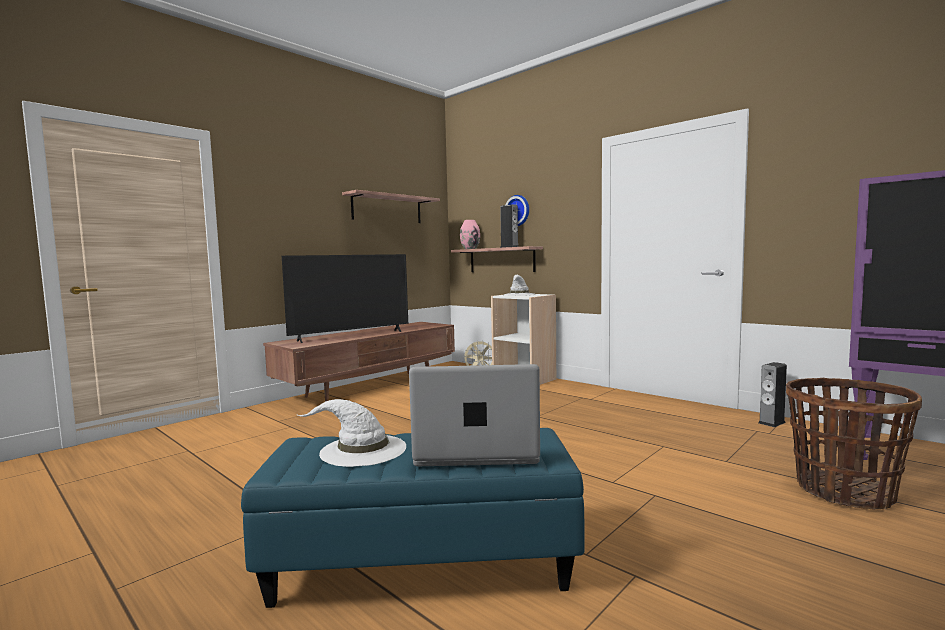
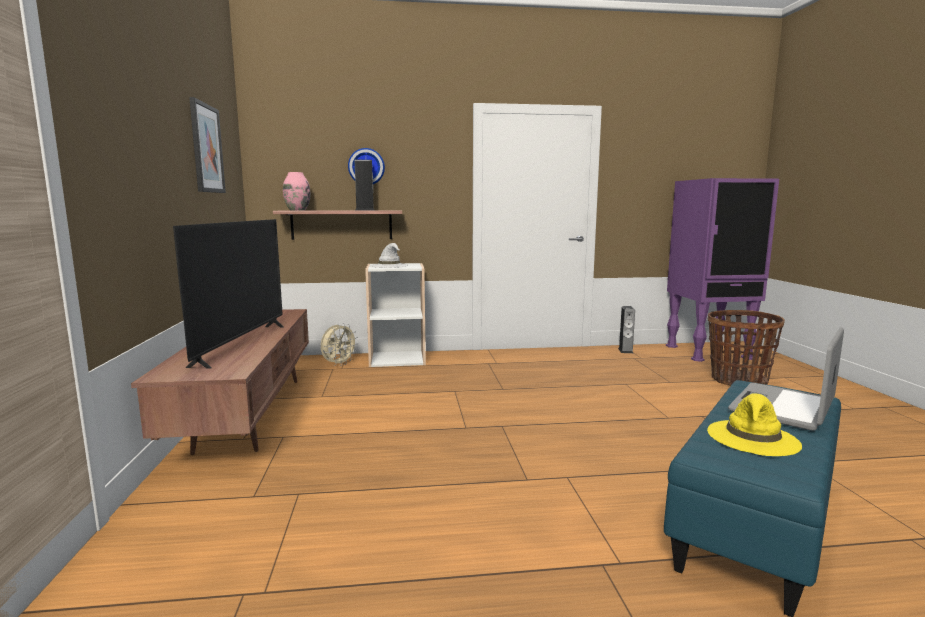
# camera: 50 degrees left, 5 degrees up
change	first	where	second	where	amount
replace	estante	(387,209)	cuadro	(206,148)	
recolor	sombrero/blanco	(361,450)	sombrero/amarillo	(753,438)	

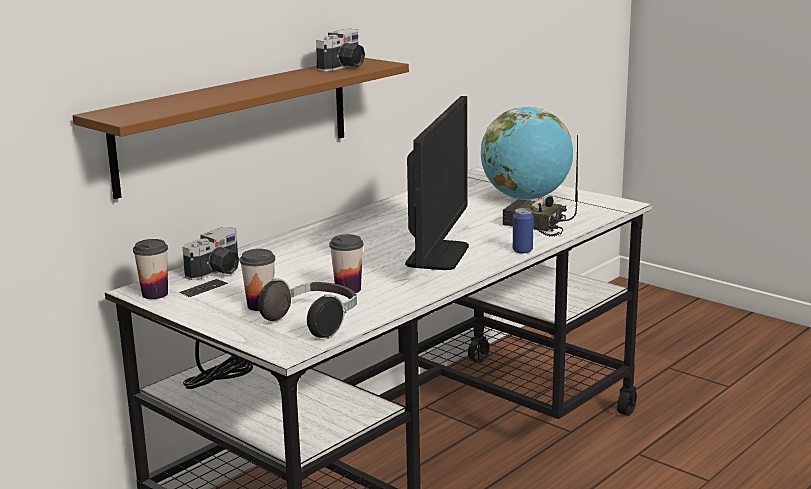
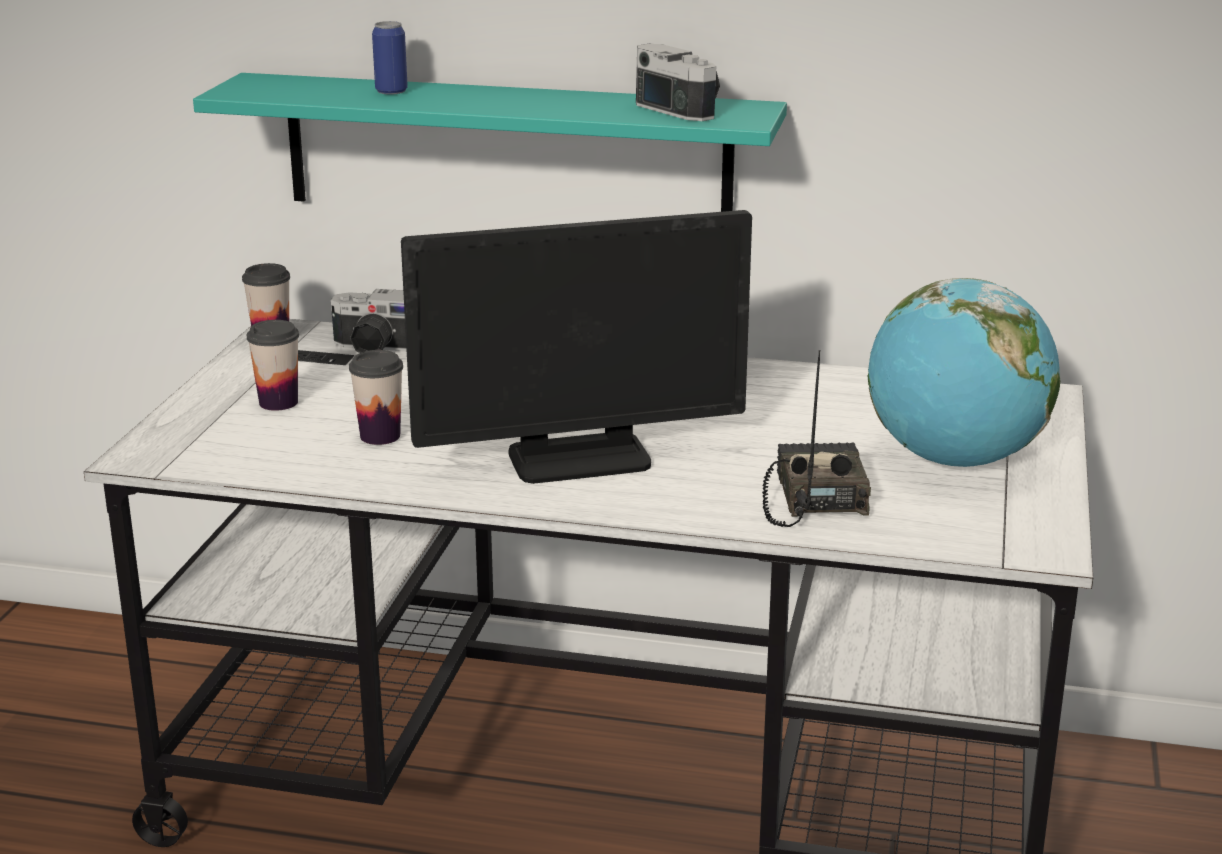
# camera: 60 degrees right, 5 degrees up
change	first	where	second	where	amount
rotate	cámara	(344,67)		(684,108)	135 degrees counterclockwise
recolor	estante/marrón	(235,124)	estante/turquesa	(506,151)	
move	lata	(522,250)		(391,91)	
delete	auriculares	(314,322)			

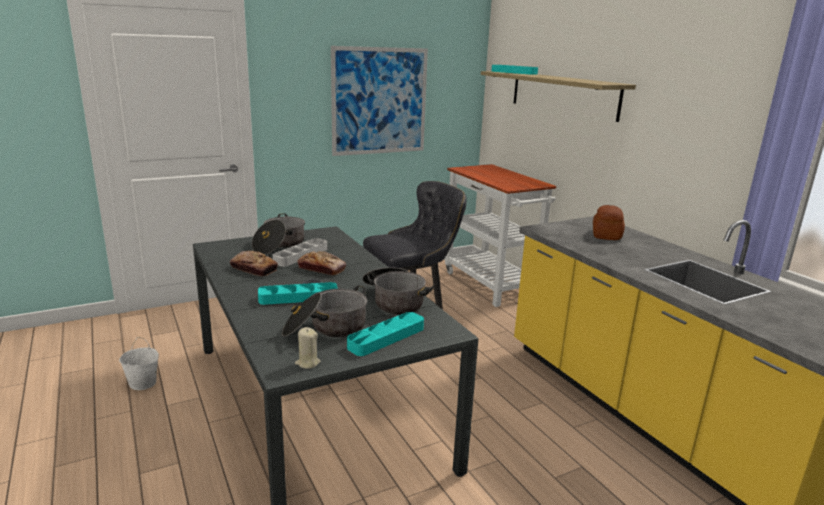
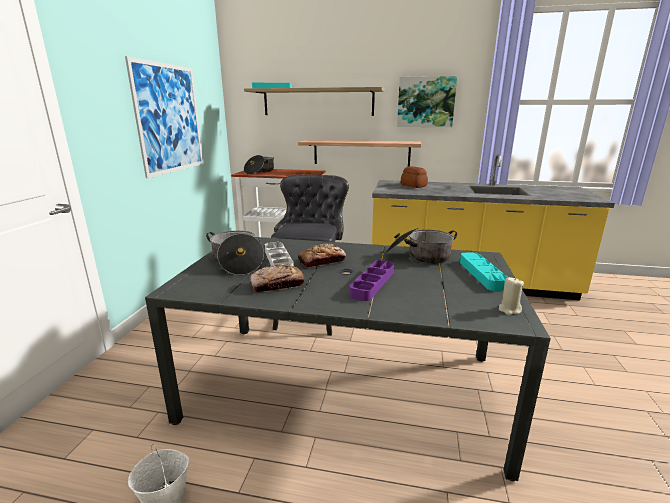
# camera: 50 degrees left, 0 degrees up
change	first	where	second	where	amount
recolor	bandeja/turquesa	(298,297)	bandeja/morado	(372,283)	
move	olla	(325,328)		(259,172)	
insert			cuadro	(426,102)	
insert			estante	(361,153)	

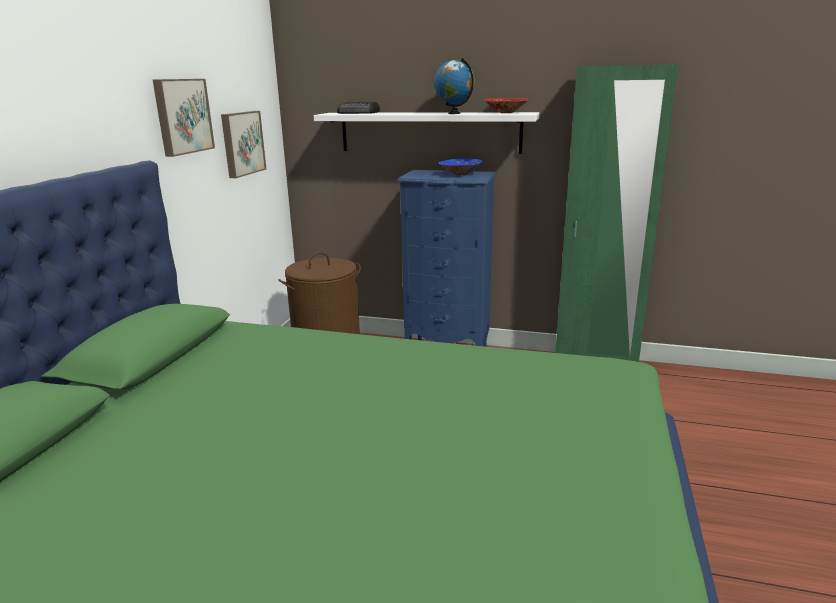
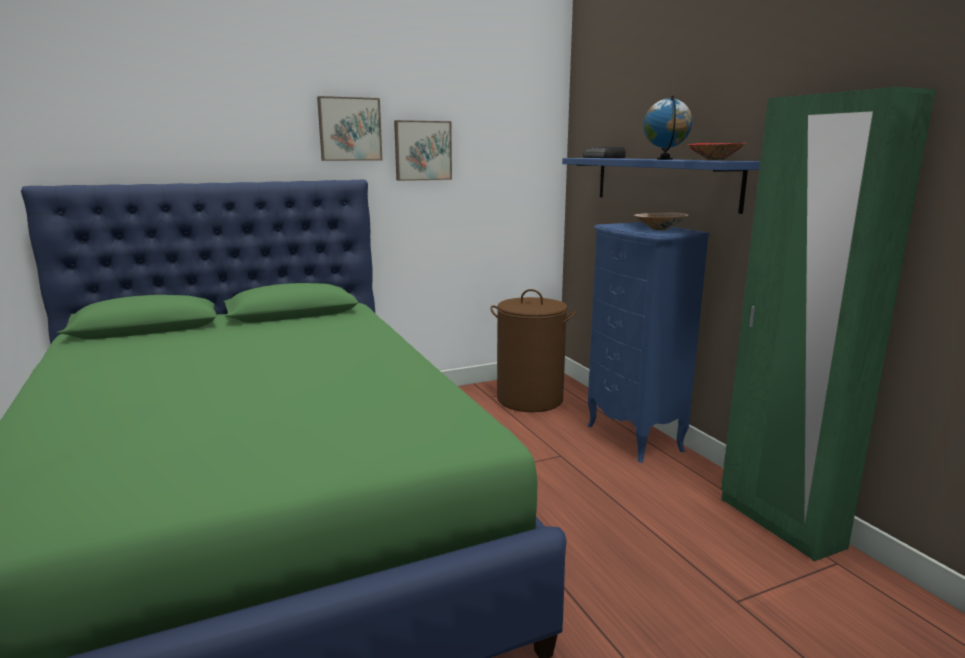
# camera: 50 degrees right, 5 degrees down
change	first	where	second	where	amount
move	cuadro	(241,143)		(349,129)	
recolor	estante/blanco	(429,132)	estante/azul	(663,182)	
recolor	cuenco/azul	(460,174)	cuenco/beis	(658,229)	

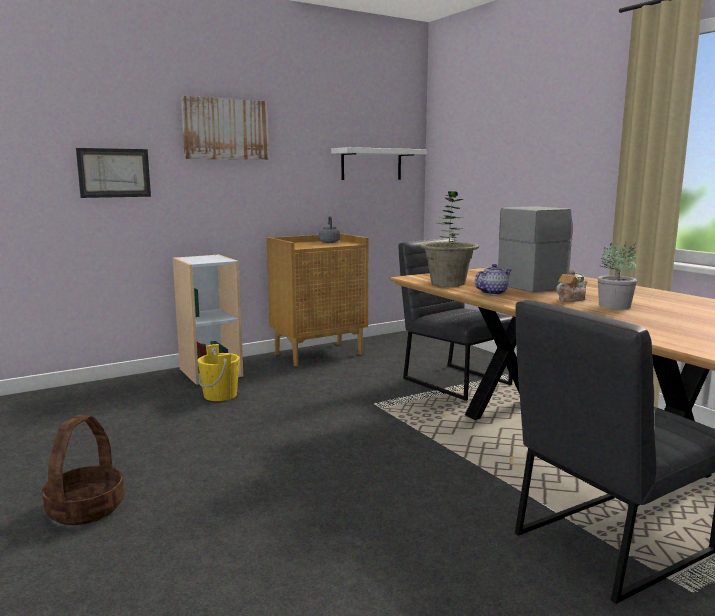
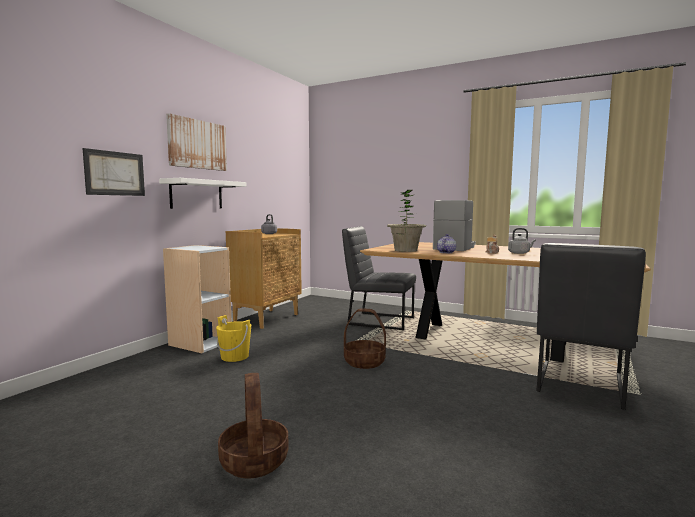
# camera: 30 degrees left, 5 degrees down
change	first	where	second	where	amount
move	estante/blanco	(371,164)		(196,194)	
replace	planta en maceta	(615,305)	hervidor/gris	(520,253)	
insert			cesta	(364,362)	

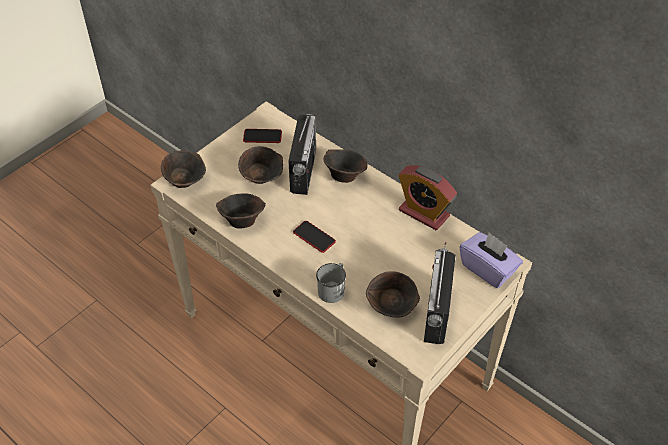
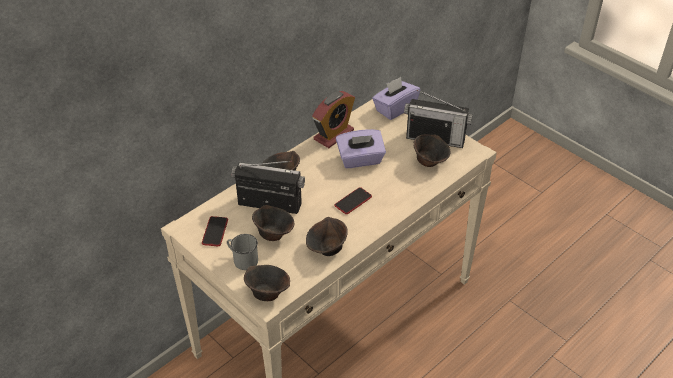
# camera: 85 degrees left, 5 degrees down
change	first	where	second	where	amount
move	taza grande/gris	(333,289)		(242,259)	
insert			caja de pañuelos/morado	(360,160)	

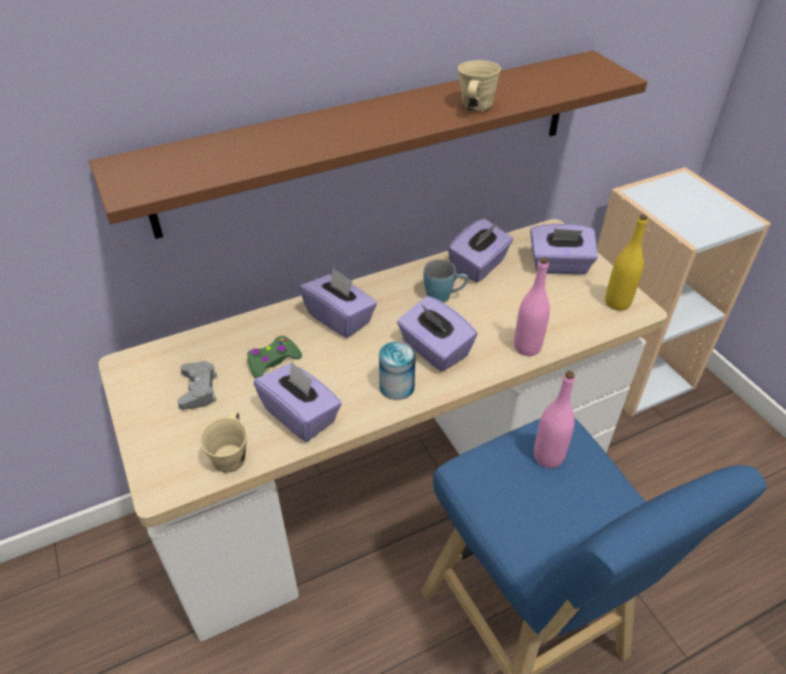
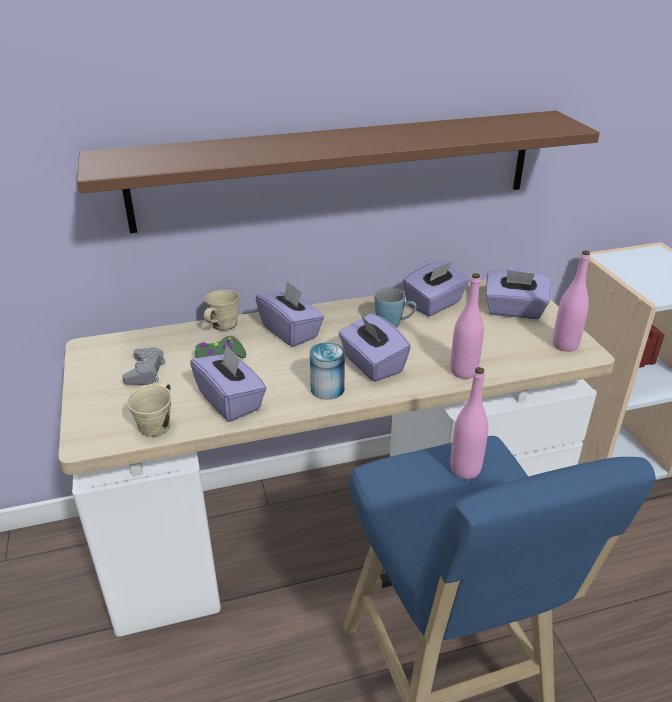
# camera: 10 degrees right, 10 degrees down
change	first	where	second	where	amount
move	taza grande/beis	(475,107)		(223,326)	
recolor	botella/amarillo	(617,303)	botella/rosa	(565,345)	

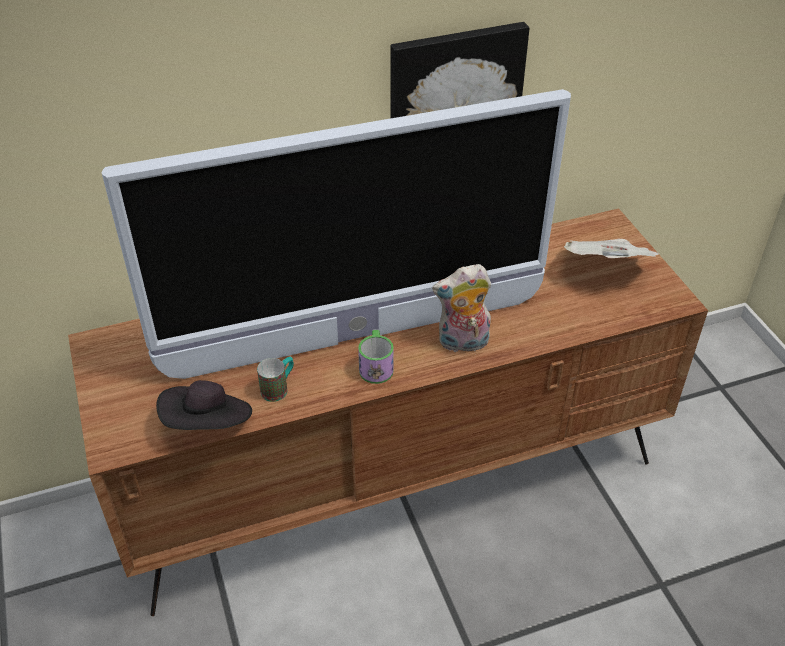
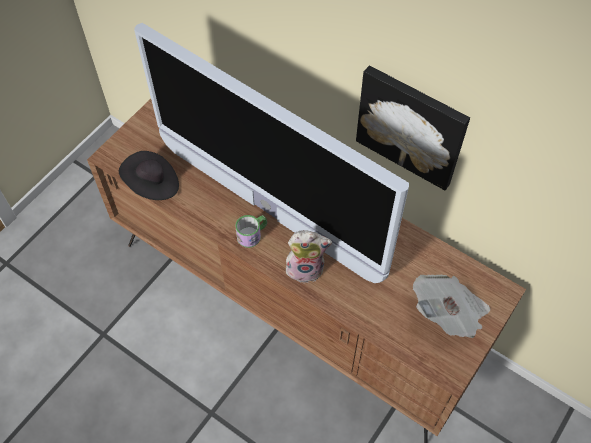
# camera: 55 degrees right, 15 degrees up
change	first	where	second	where	amount
rotate	peluche	(462,343)		(306,268)	135 degrees clockwise
delete	taza grande	(279,388)			

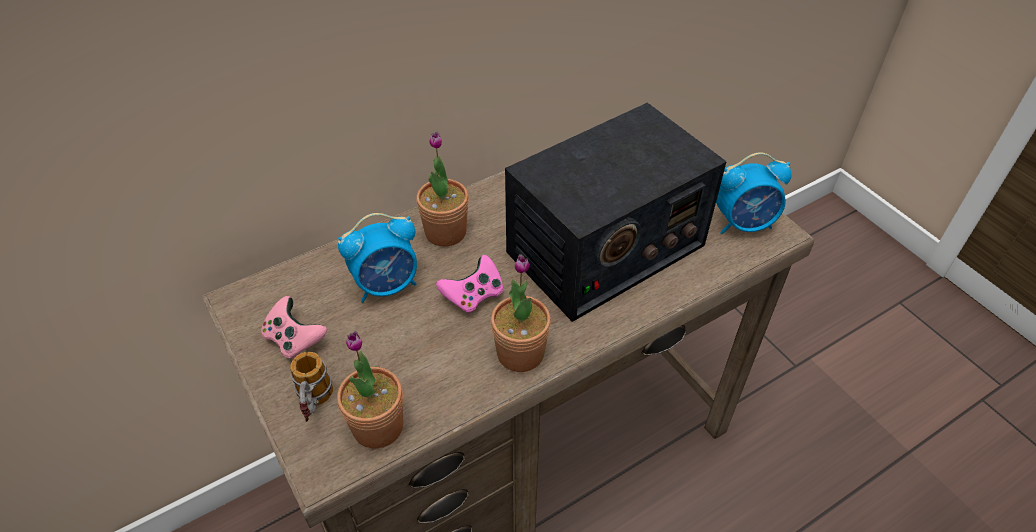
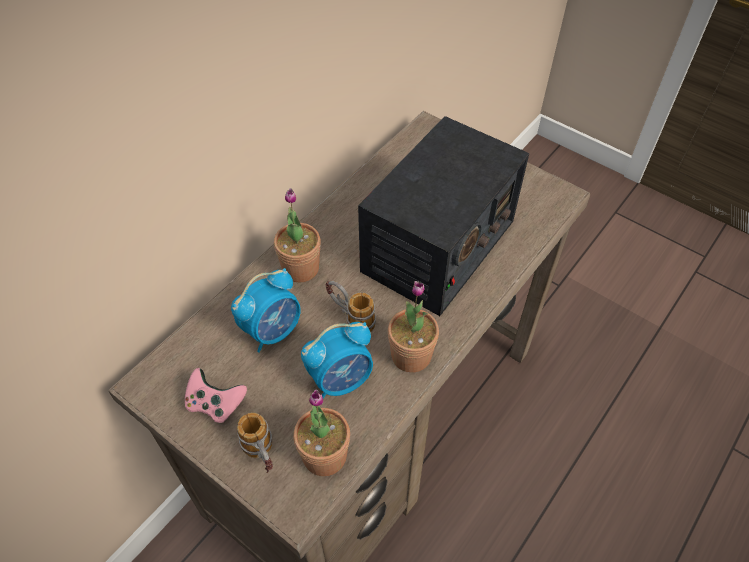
# camera: 20 degrees left, 5 degrees up
change	first	where	second	where	amount
move	despertador	(744,224)		(341,379)	
replace	mando de consola/rosa	(473,296)	taza grande	(350,318)	

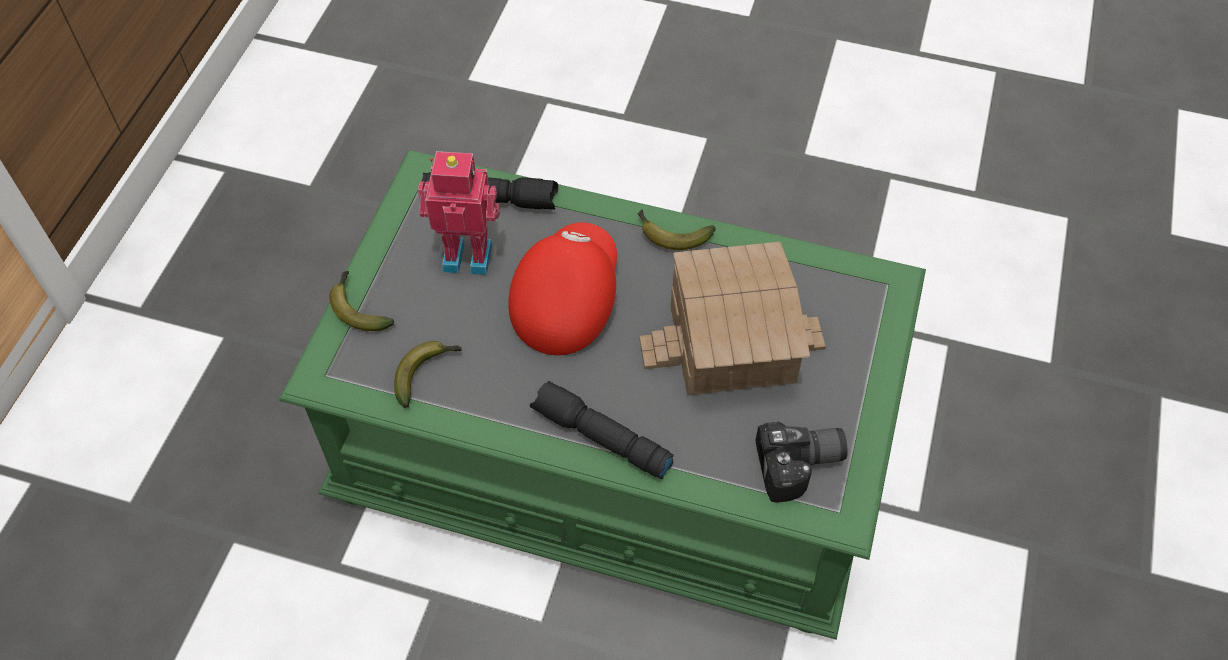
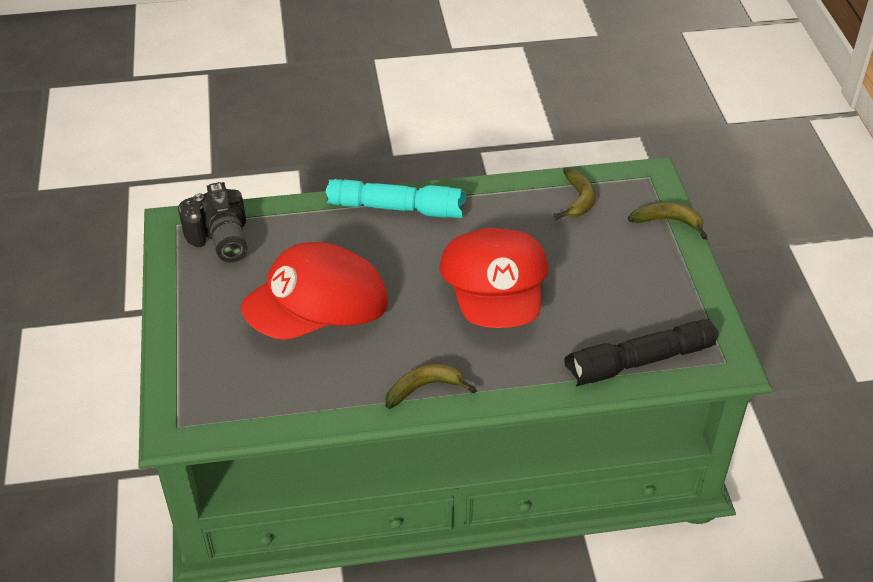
# camera: 155 degrees right, 10 degrees down
change	first	where	second	where	amount
delete	robot de juguete	(468,254)			
replace	casita	(731,341)	gorra/rojo	(320,316)	
recolor	linterna/negro	(600,438)	linterna/turquesa	(397,208)	
rotate	cámara	(800,467)		(218,242)	75 degrees counterclockwise

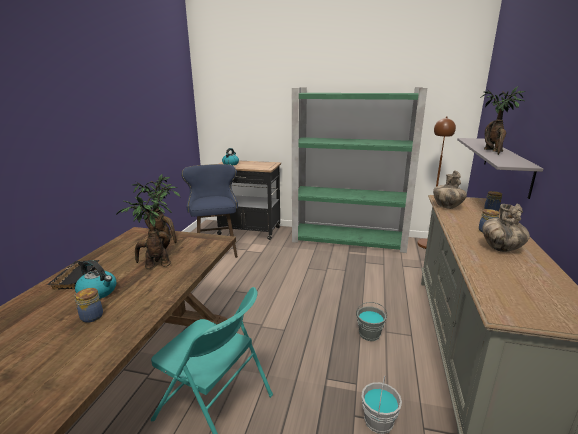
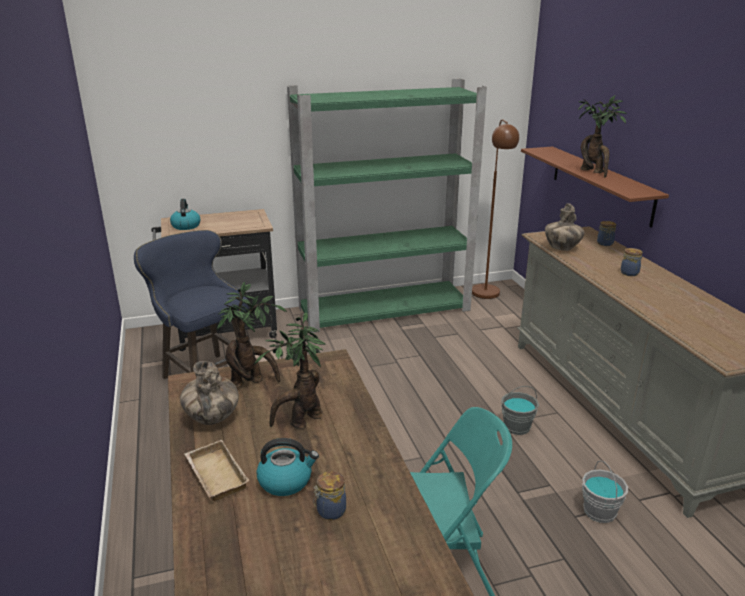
# camera: 30 degrees left, 5 degrees up
change	first	where	second	where	amount
recolor	estante/gris	(506,164)	estante/marrón	(600,184)	
move	florero	(501,248)		(212,418)	
recolor	bandeja/negro	(75,277)	bandeja/beis	(214,475)	

